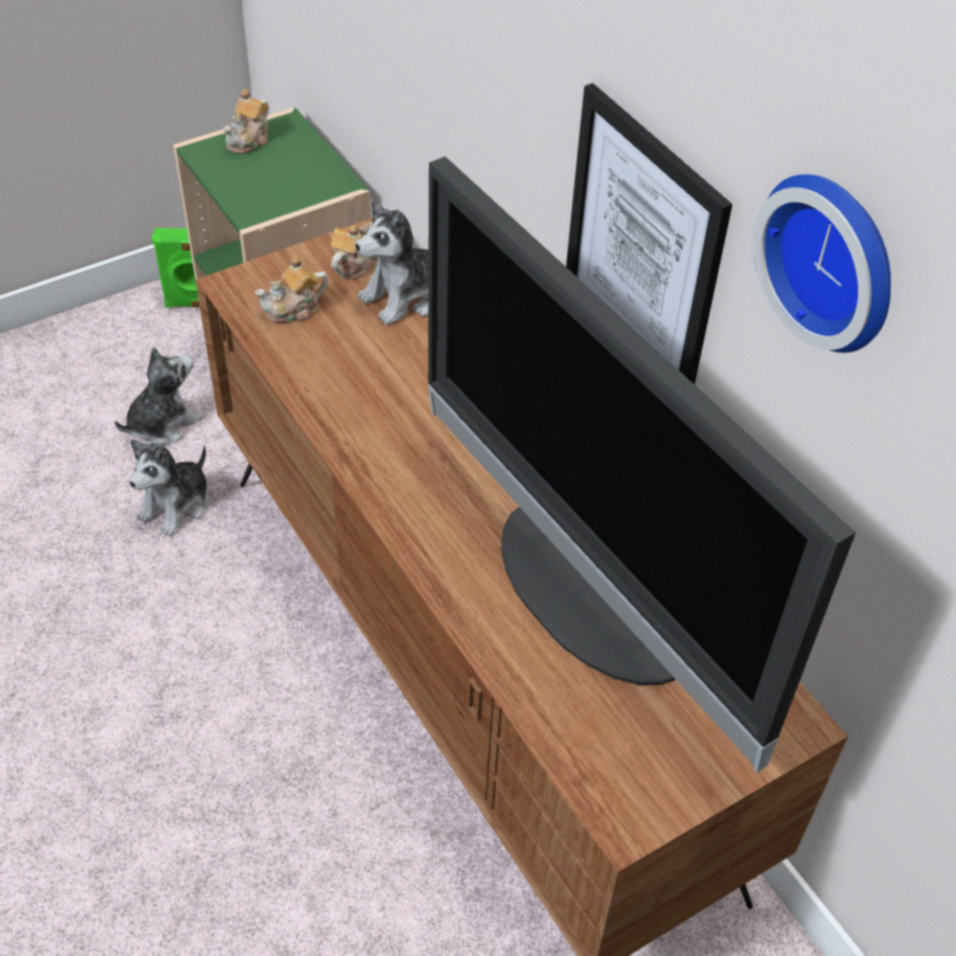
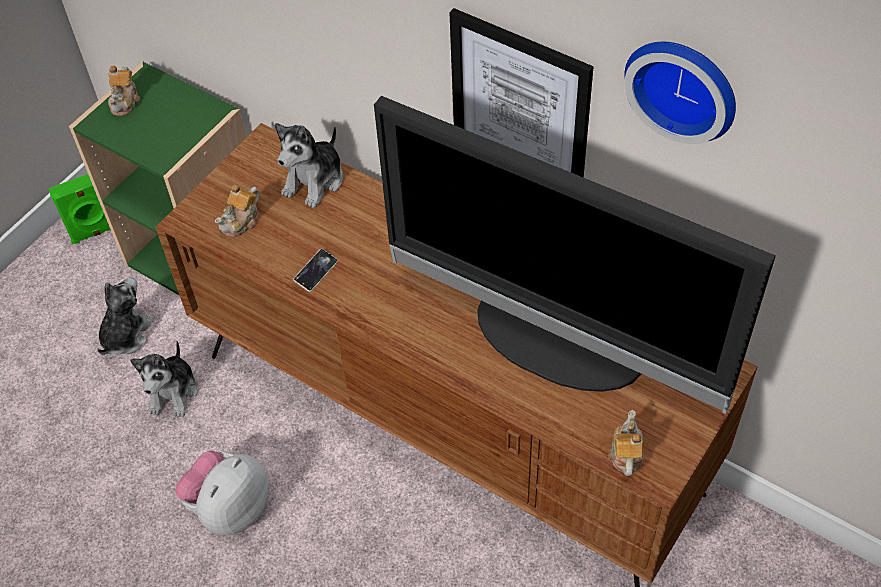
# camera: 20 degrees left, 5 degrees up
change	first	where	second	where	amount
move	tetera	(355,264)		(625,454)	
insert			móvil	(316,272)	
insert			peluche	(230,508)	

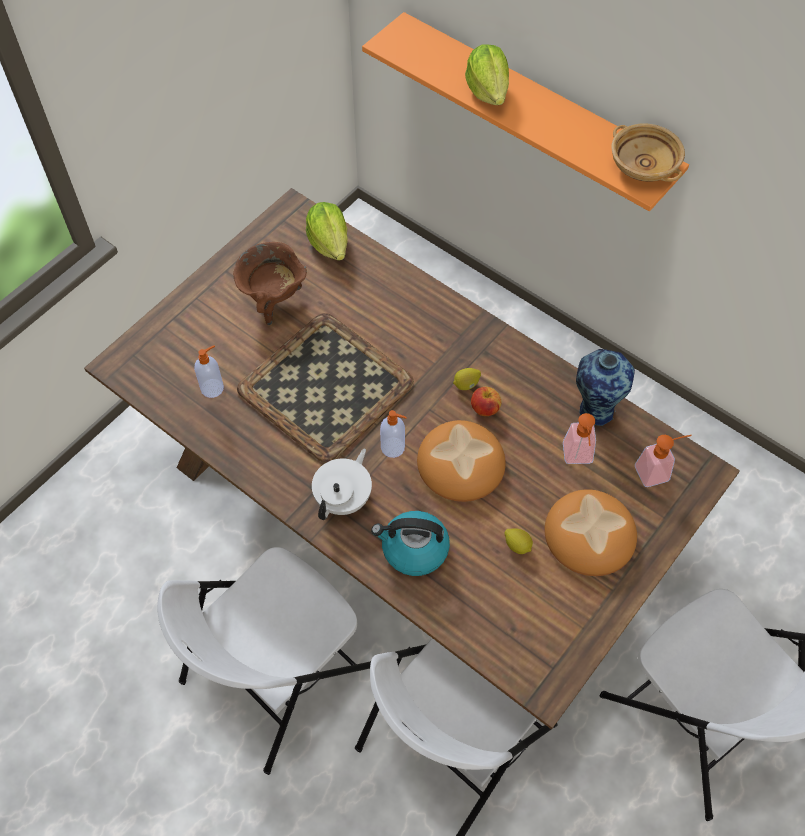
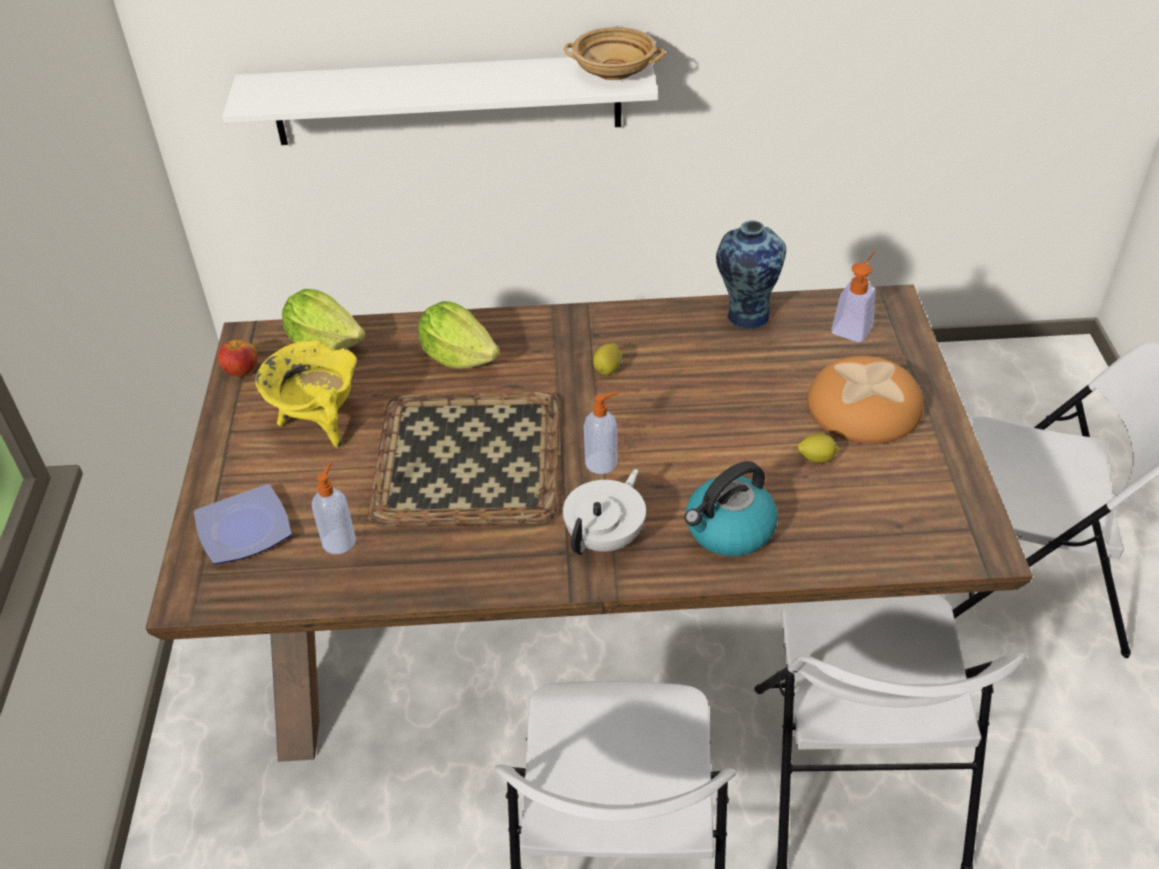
# camera: 40 degrees left, 15 degrees down
change	first	where	second	where	amount
recolor	estante/naranja	(535,109)	estante/blanco	(447,99)	
move	lechuga	(488,91)		(458,357)	
recolor	olla/marrón	(273,300)	olla/amarillo	(319,423)	
move	manzana	(484,409)		(241,371)	
delete	dispensador de jabón	(578,458)			
delete	pan	(462,464)			
rotate	tetera/blanco	(344,498)		(606,538)	45 degrees clockwise
insert			plato	(245,528)	

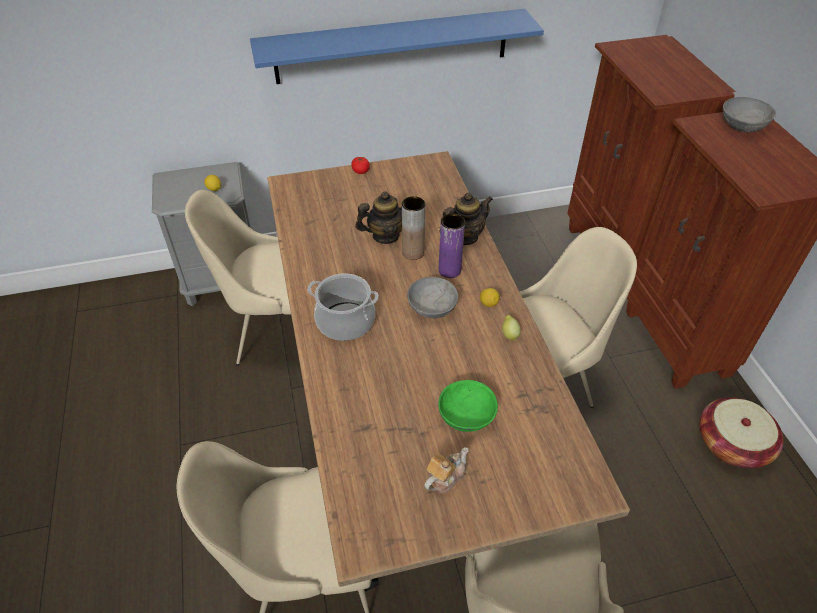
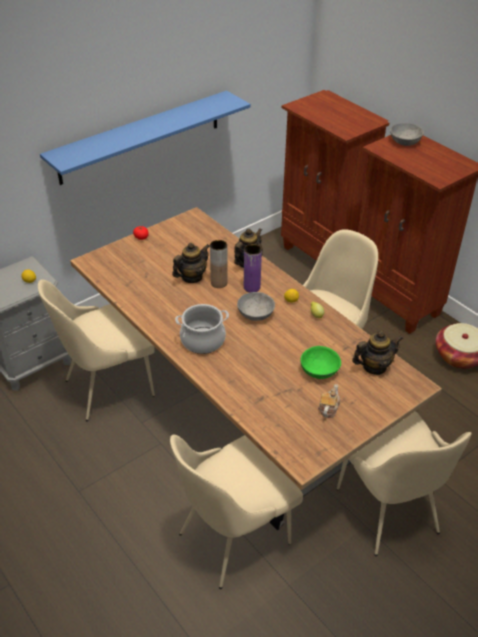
# camera: 25 degrees left, 5 degrees down
change	first	where	second	where	amount
insert			tetera	(374,366)	

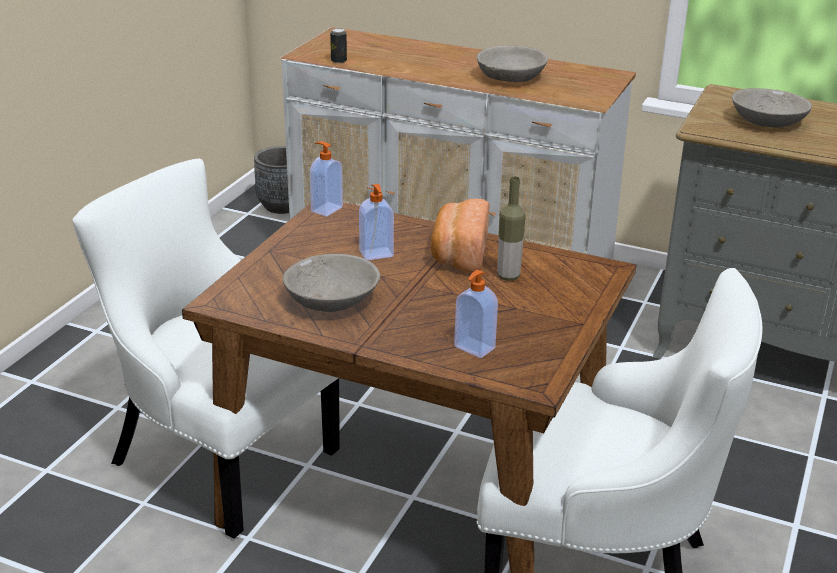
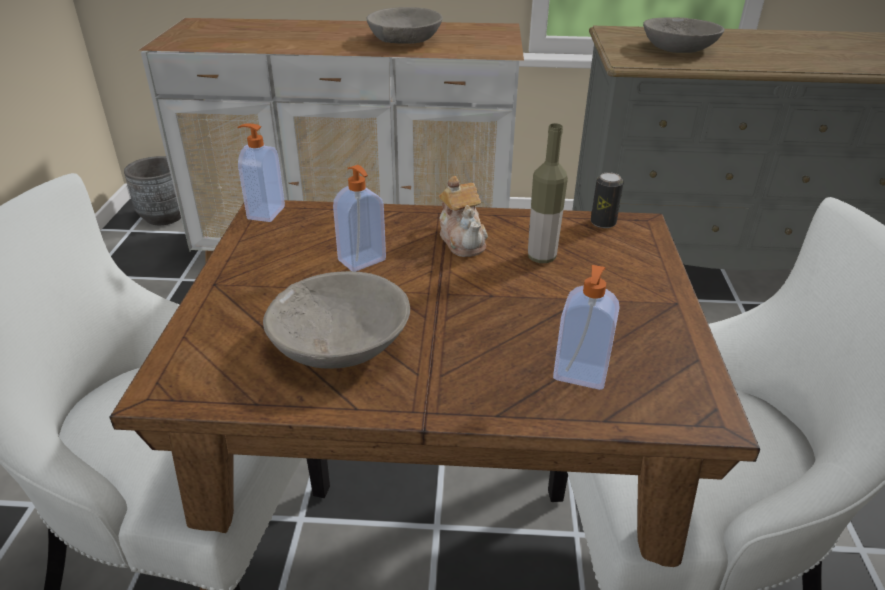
# camera: 20 degrees left, 5 degrees up
change	first	where	second	where	amount
move	lata	(338,61)		(603,223)	
replace	pan	(458,254)	tetera	(463,240)	

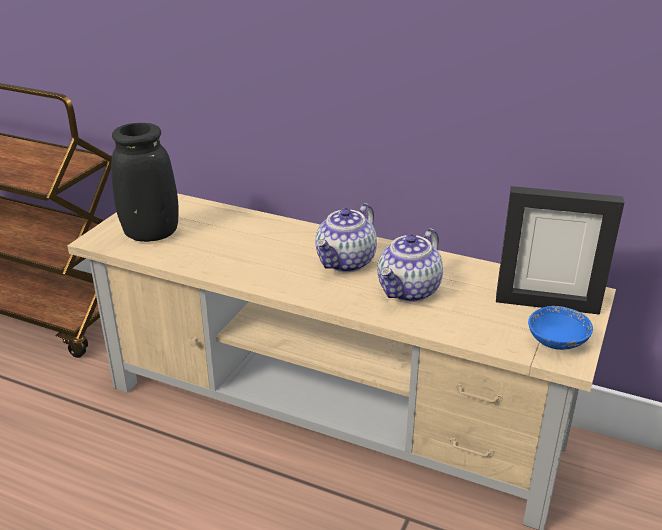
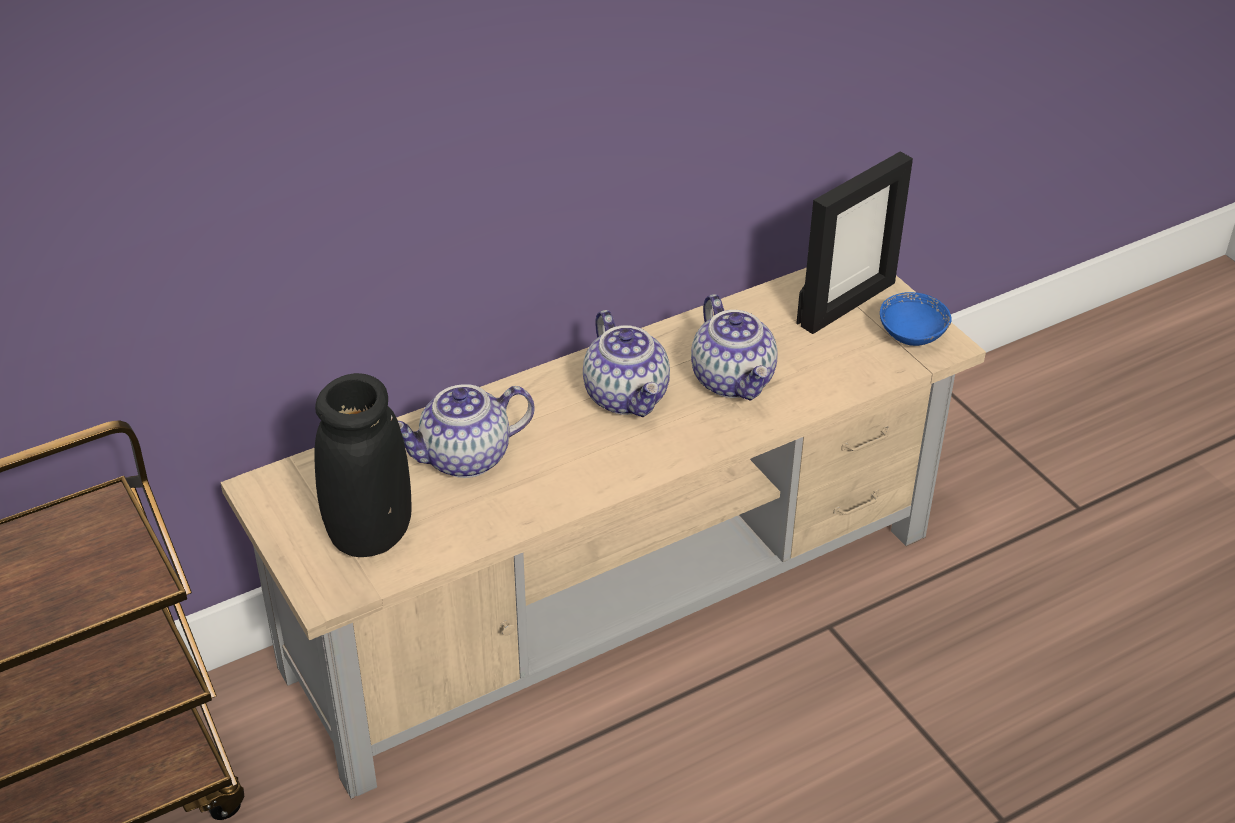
# camera: 55 degrees left, 10 degrees up
change	first	where	second	where	amount
insert			tetera	(465,458)	

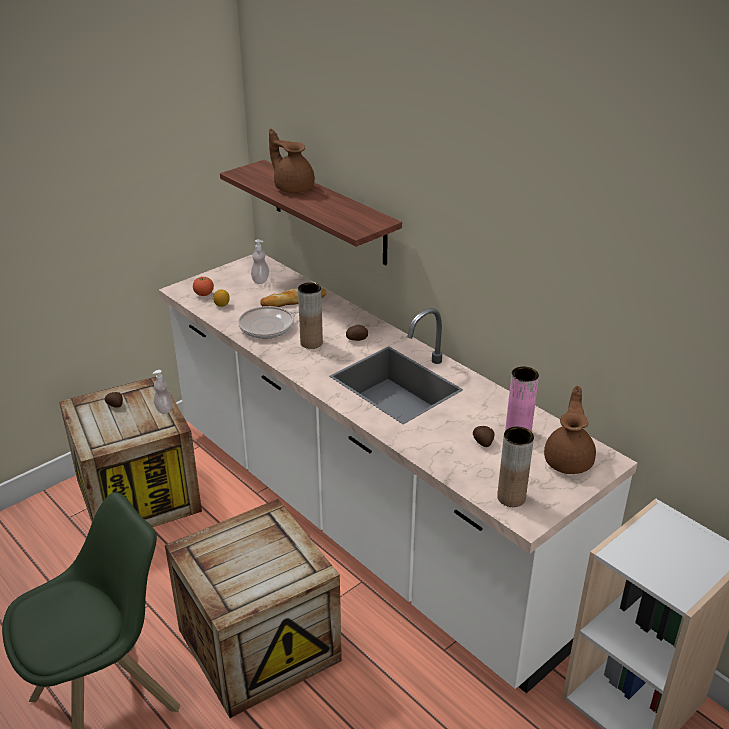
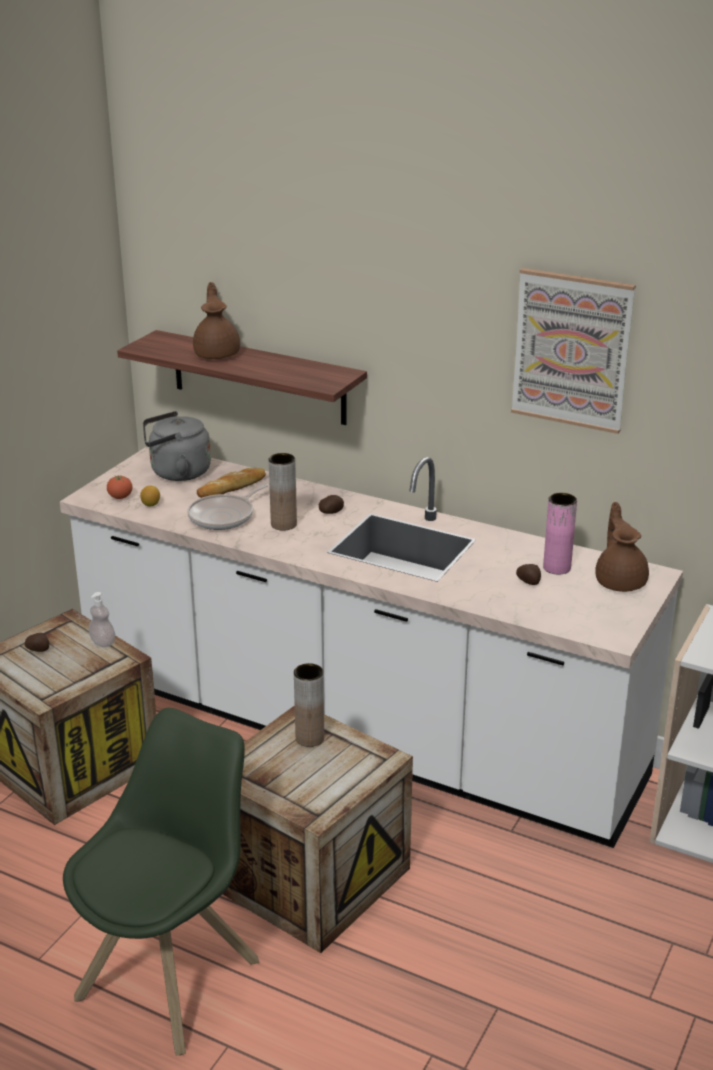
# camera: 20 degrees left, 5 degrees down
change	first	where	second	where	amount
rotate	tetera/marrón	(293,187)		(217,353)	60 degrees clockwise
replace	dispensador de jabón	(260,280)	hervidor/gris	(176,473)	
move	florero/marrón	(511,498)		(309,738)	
insert			cuadro	(572,350)	

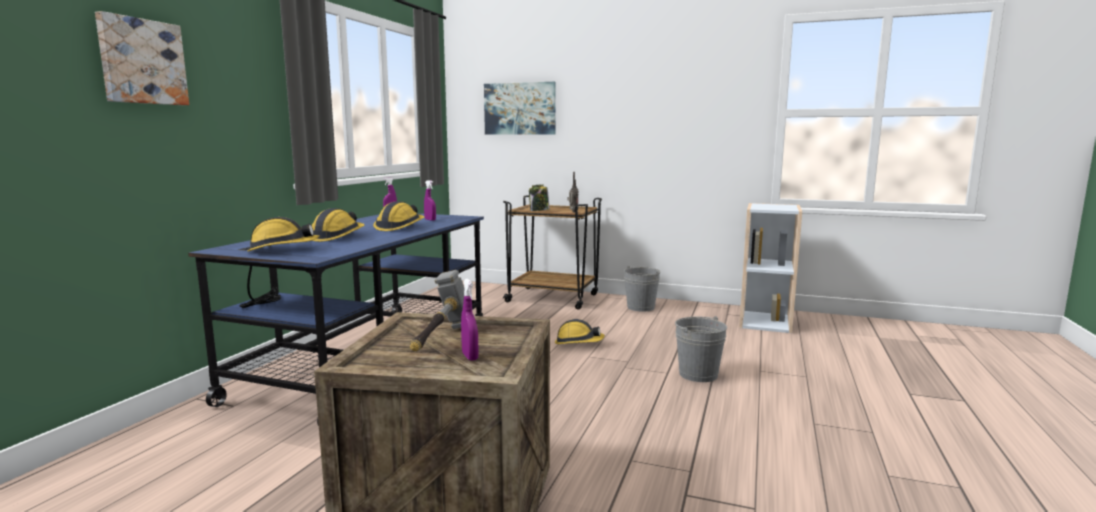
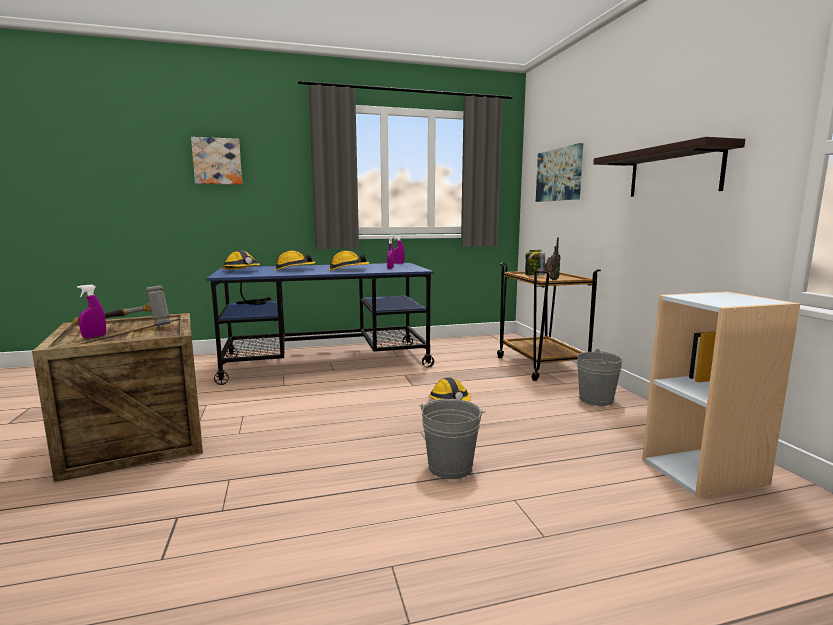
# camera: 55 degrees right, 0 degrees up
change	first	where	second	where	amount
insert			estante	(674,172)	

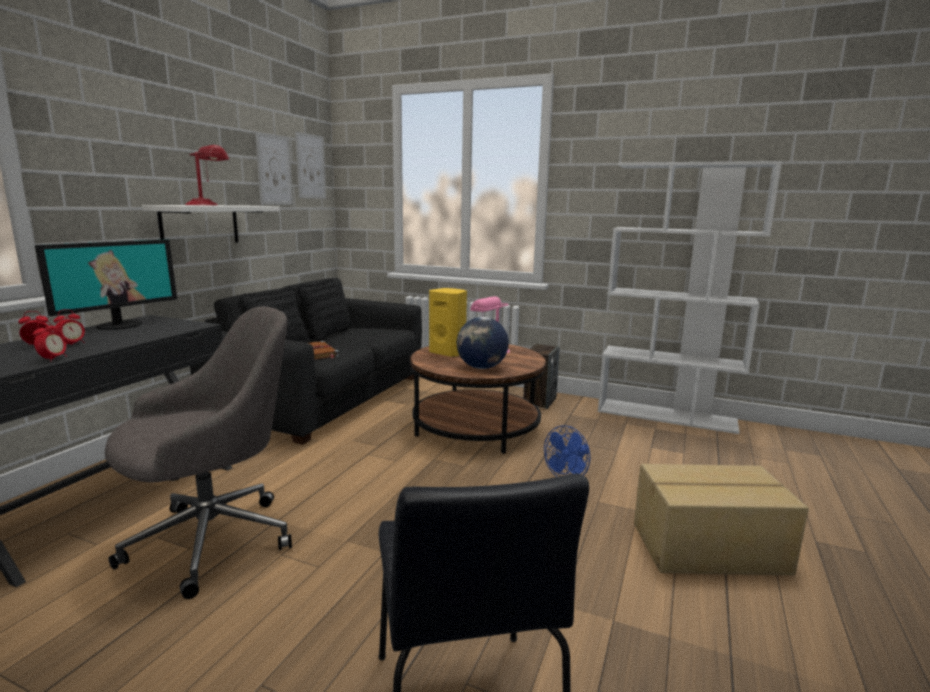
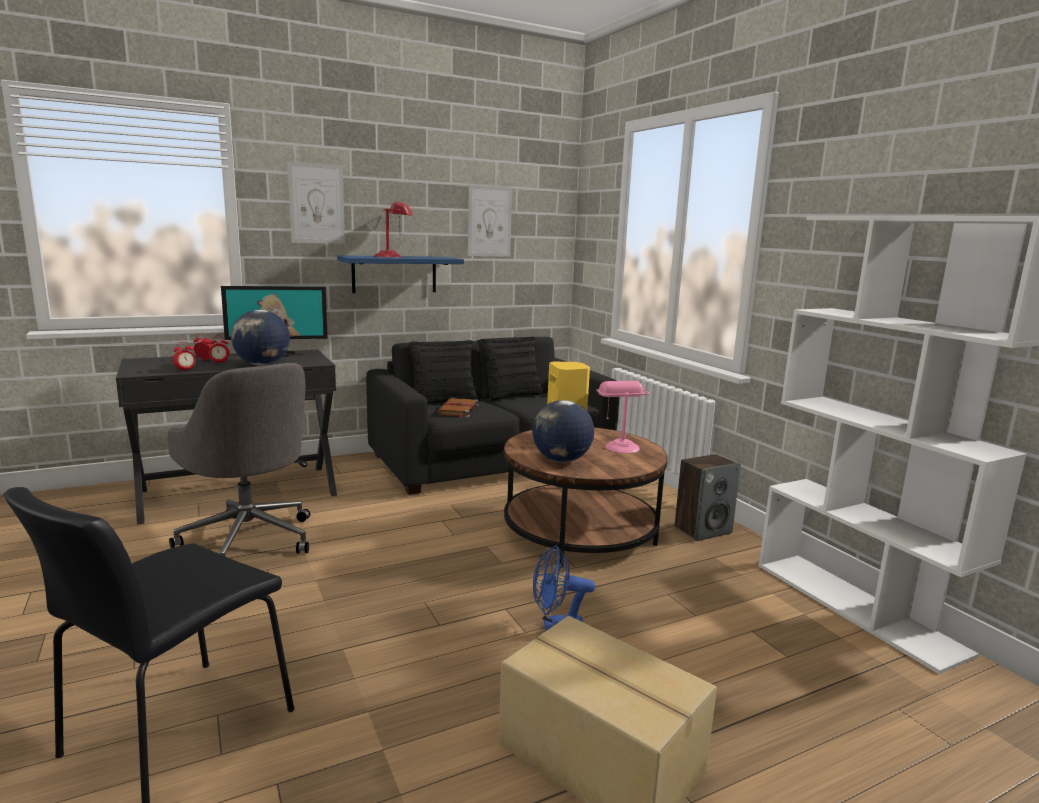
# camera: 40 degrees right, 0 degrees up
change	first	where	second	where	amount
move	cuadro	(310,166)		(316,203)	
recolor	estante/blanco	(200,225)	estante/azul	(394,274)	
rotate	silla de oficina/gris	(213,540)		(249,541)	45 degrees clockwise
insert			globo terráqueo	(262,364)	

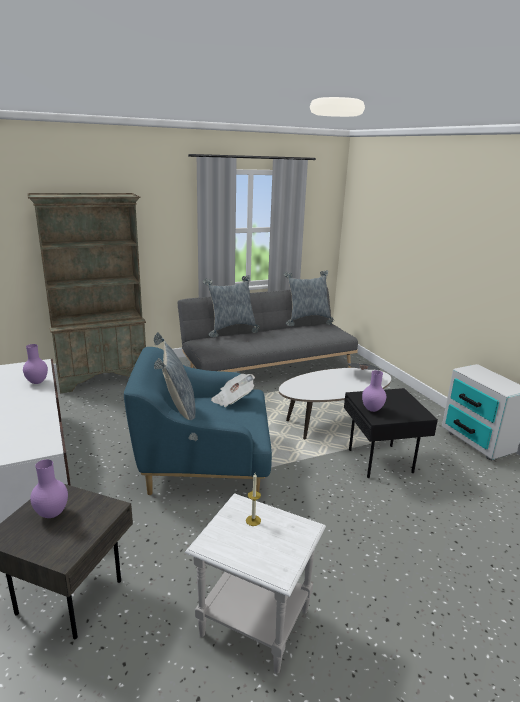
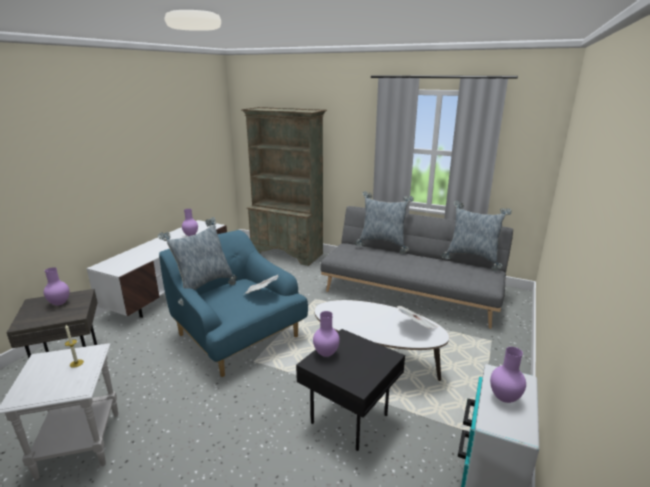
# camera: 50 degrees right, 0 degrees up
change	first	where	second	where	amount
insert			florero/morado	(505,399)	

